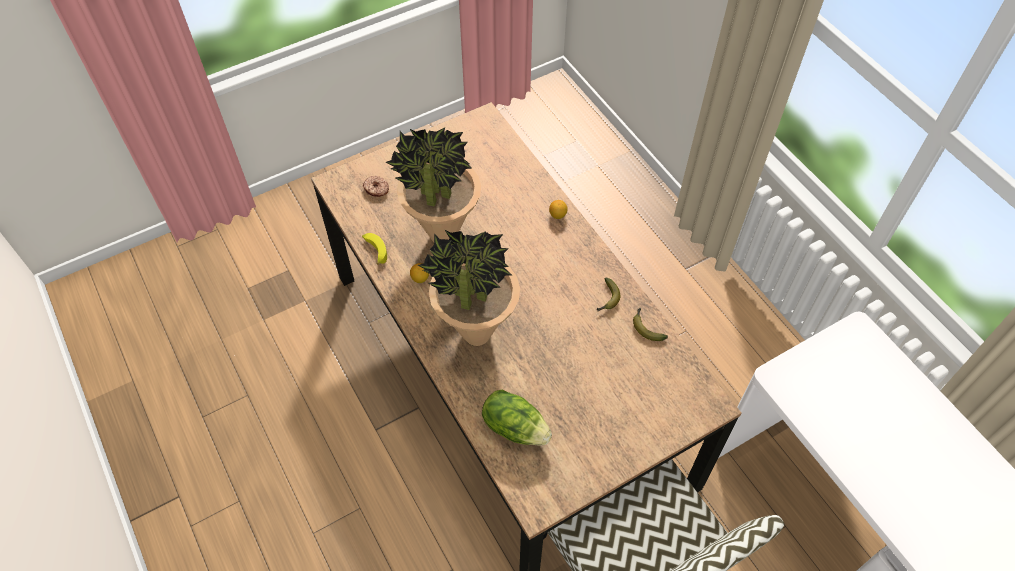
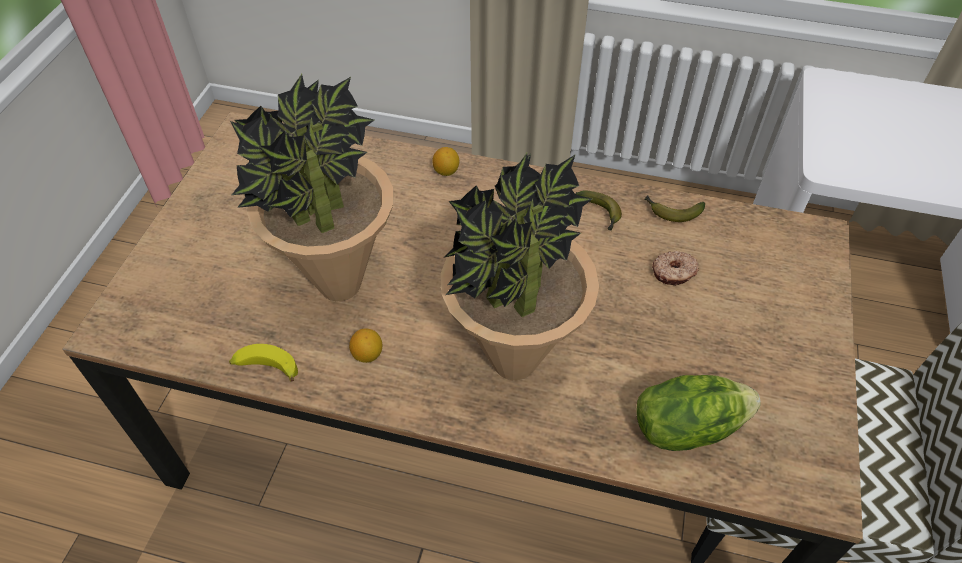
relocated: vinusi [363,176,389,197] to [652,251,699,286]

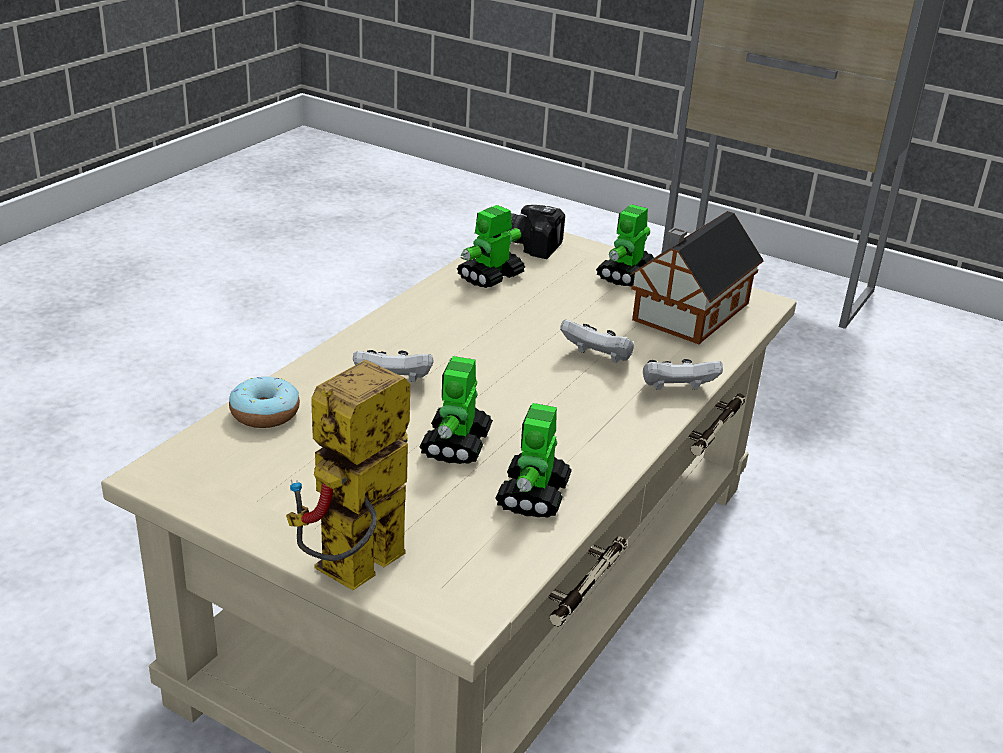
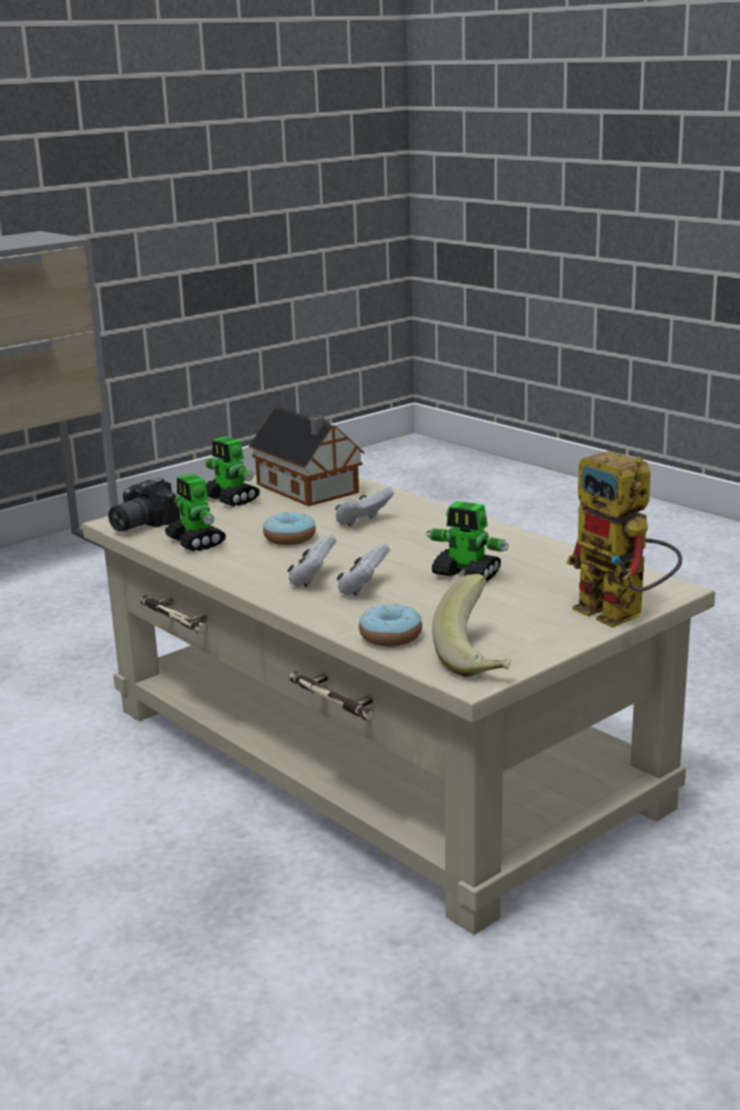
missing: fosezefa [495,403,572,517]
appeared: vinusi [263,512,316,545]; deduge [432,574,511,677]
relocated: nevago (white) [643,359,723,390] to [287,534,337,587]

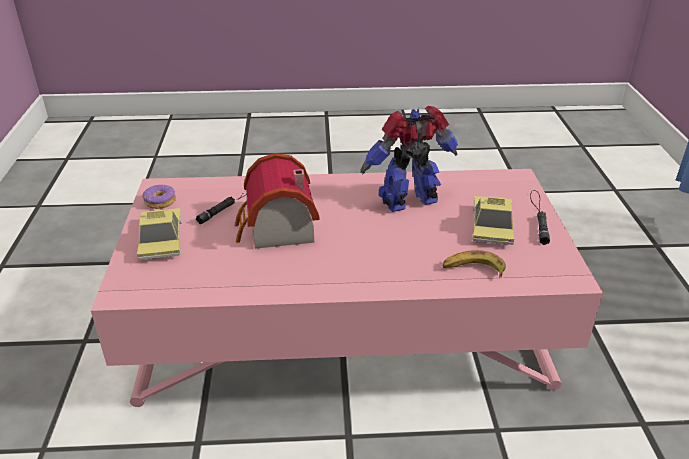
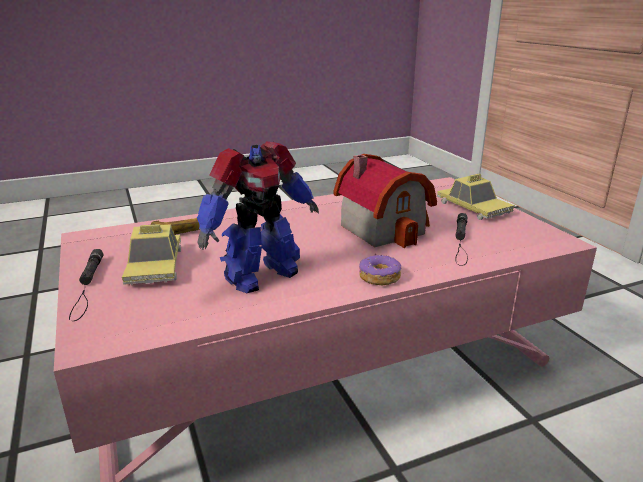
relocated: vinusi [142,185,176,209] to [359,254,402,285]

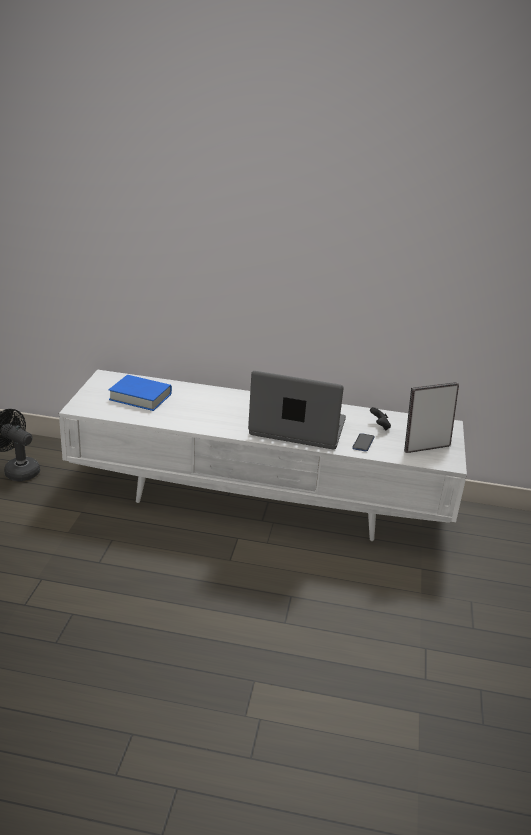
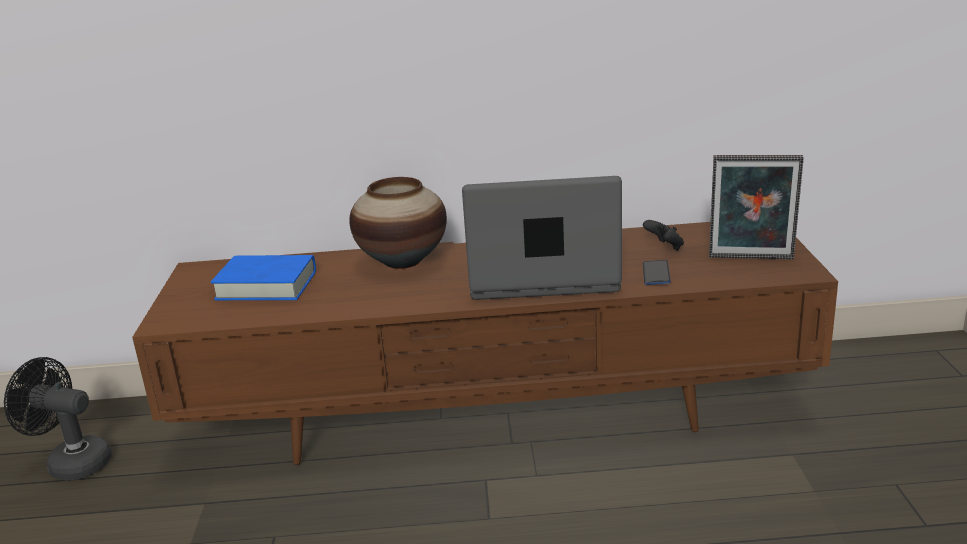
appeared: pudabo [349,177,447,269]
colour: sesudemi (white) [59,370,467,541] to sesudemi (brown) [132,222,838,465]
spun: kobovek [404,382,459,453] = [709,155,804,259] 135 degrees counterclockwise

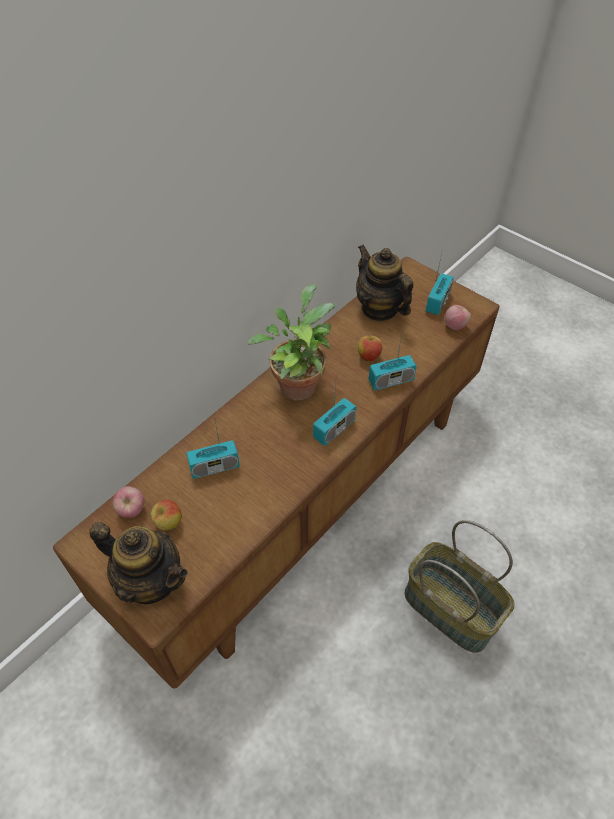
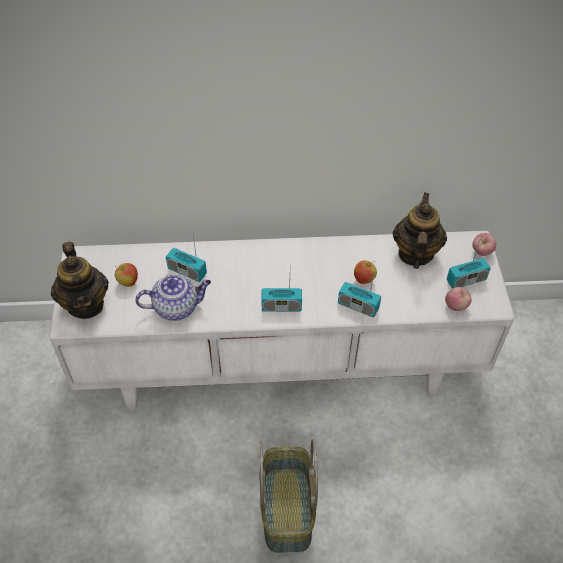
missing: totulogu [248,284,335,401]
appeared: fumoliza [135,274,211,321]
relocated: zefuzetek [113,486,145,518] to [472,233,496,256]
colour: sesudemi (brown) [53,257,500,688] to sesudemi (white) [49,231,515,410]

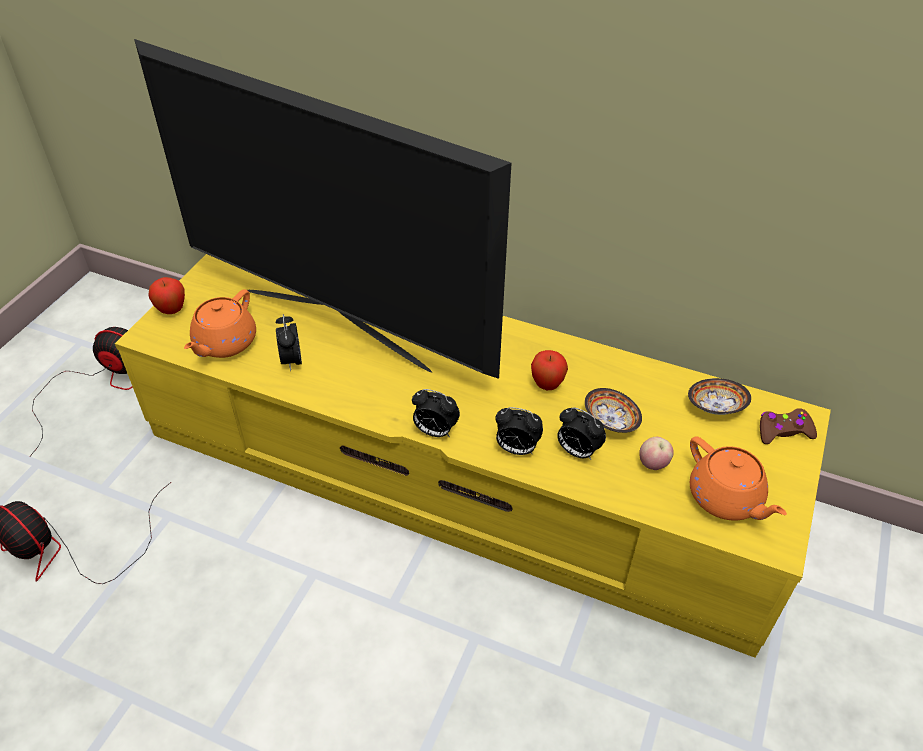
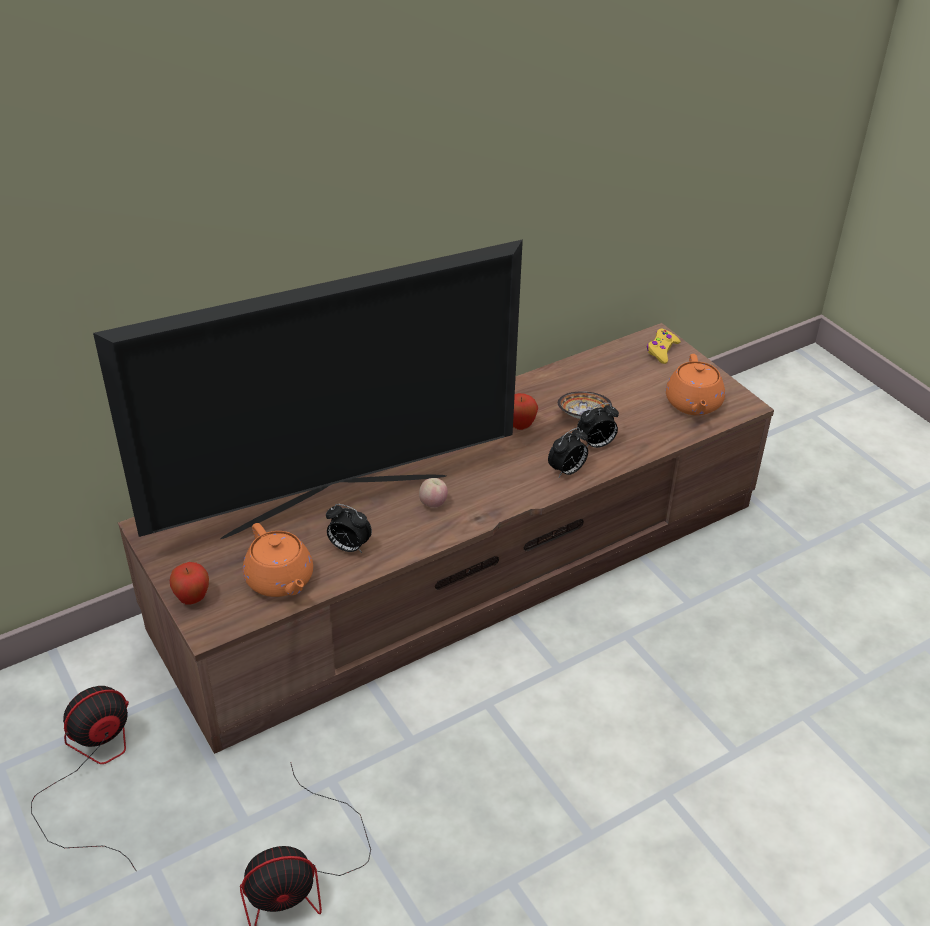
missing: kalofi [688,378,751,415]; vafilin [412,389,460,437]
relocated: zefuzetek [639,437,674,470] to [419,478,448,508]
colour: sesudemi (yellow) [115,254,831,658] to sesudemi (brown) [118,323,774,754]; nevago (brown) [760,408,817,444] to nevago (yellow) [647,329,681,364]
spun: fumoliza (orange) [690,436,787,521] = [666,354,725,415] 90 degrees clockwise

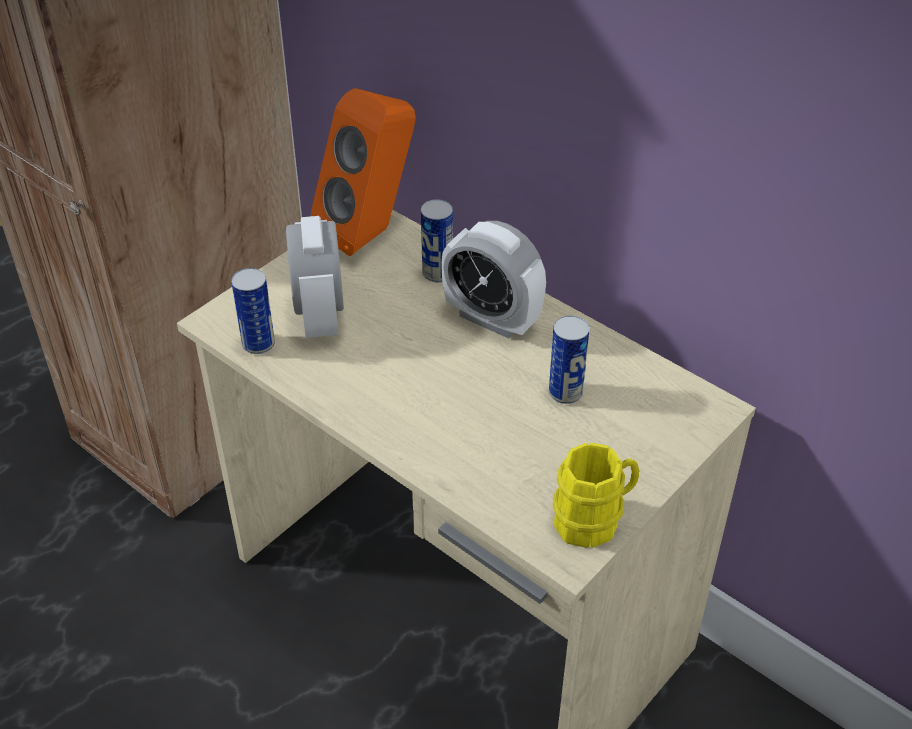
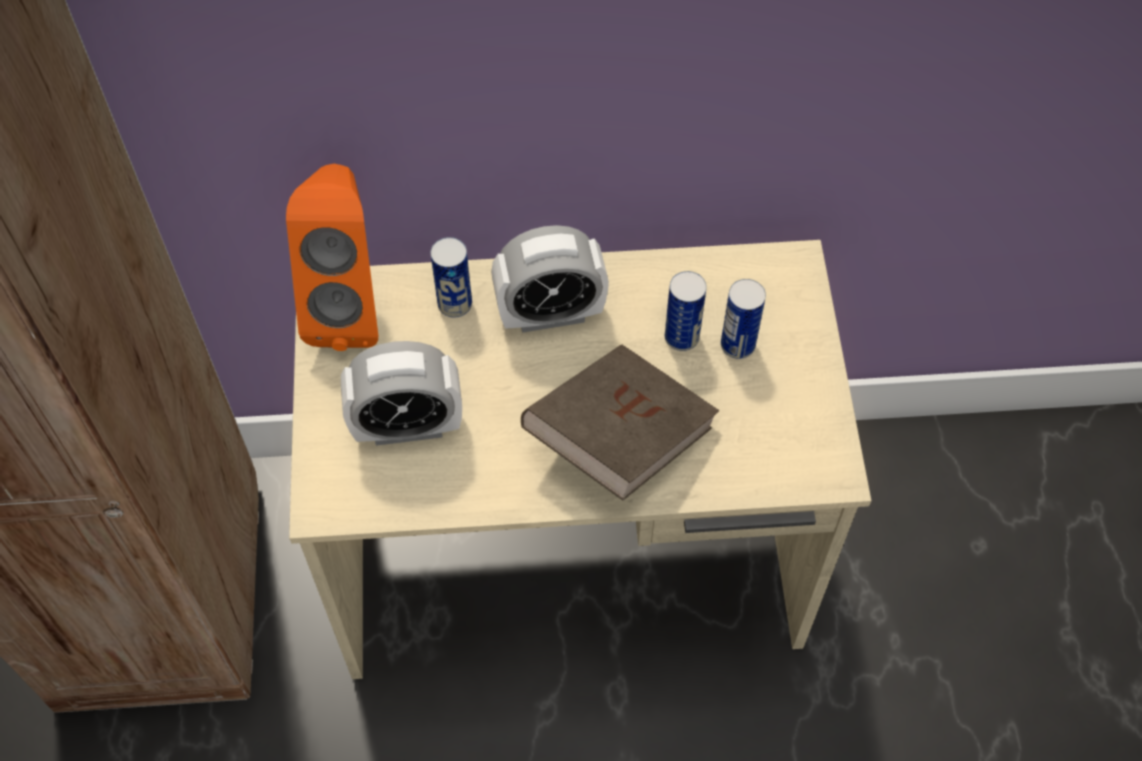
missing: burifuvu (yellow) [553,443,639,548]
appeared: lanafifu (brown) [521,345,719,501]
relocated: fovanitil [231,268,275,354] to [721,279,766,359]
spun: vafilin [286,216,344,338] = [341,341,462,446] 135 degrees clockwise

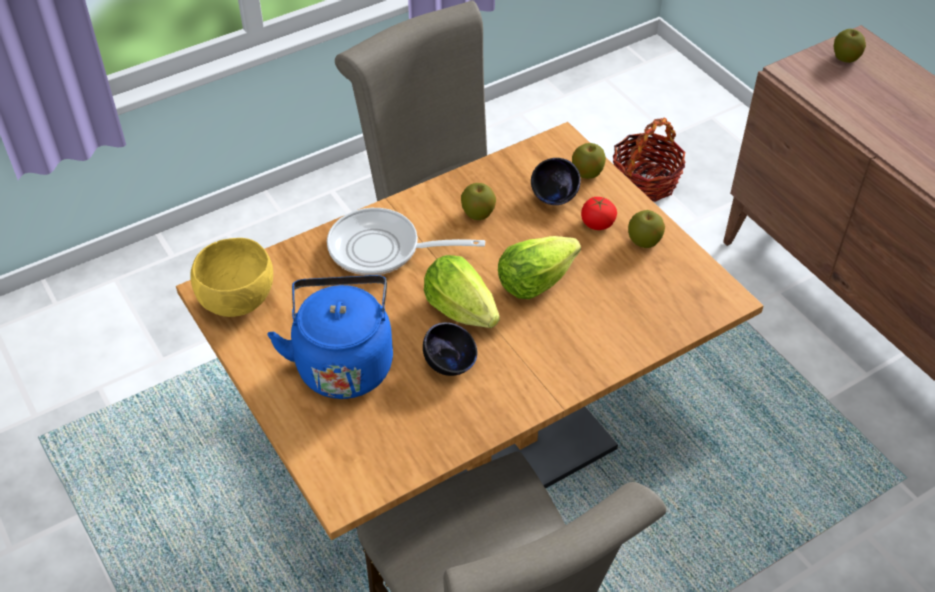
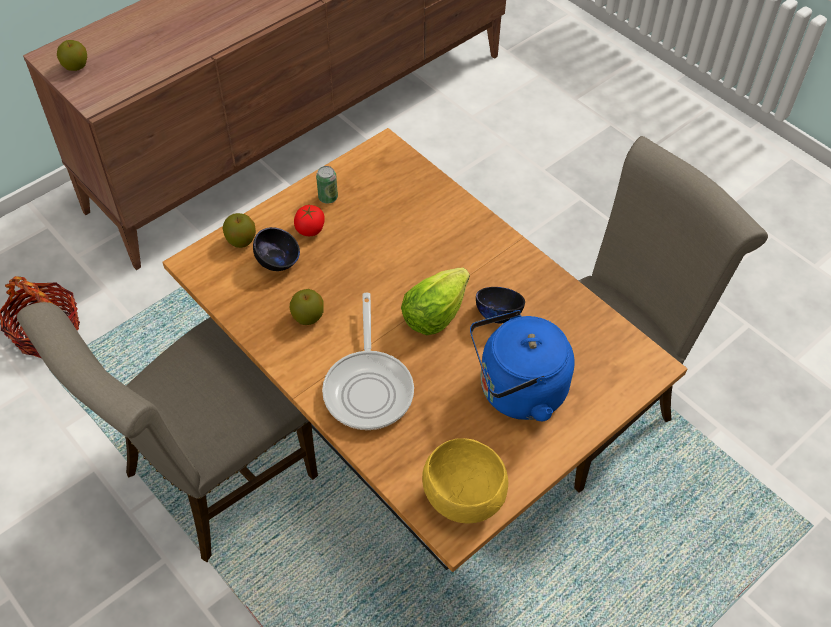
missing: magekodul [498,236,581,299]
exchanged: zefuzetek [628,210,665,248] to fovanitil [316,166,338,204]

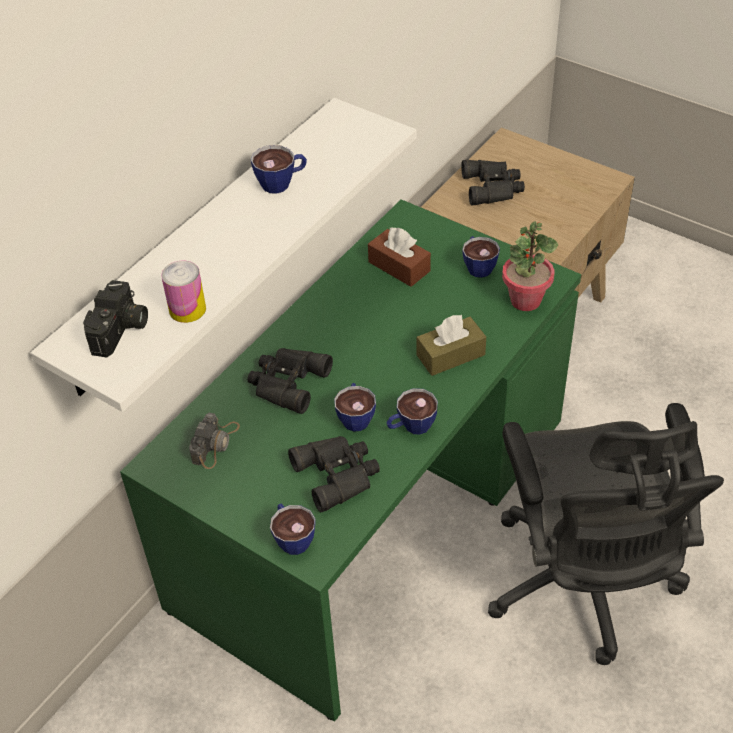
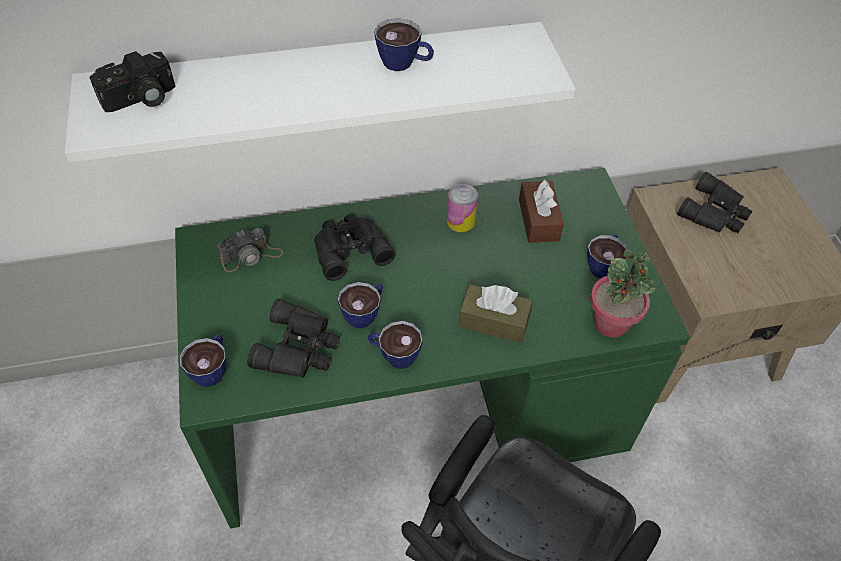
relocated: fovanitil [161,261,206,323] to [447,184,478,232]

